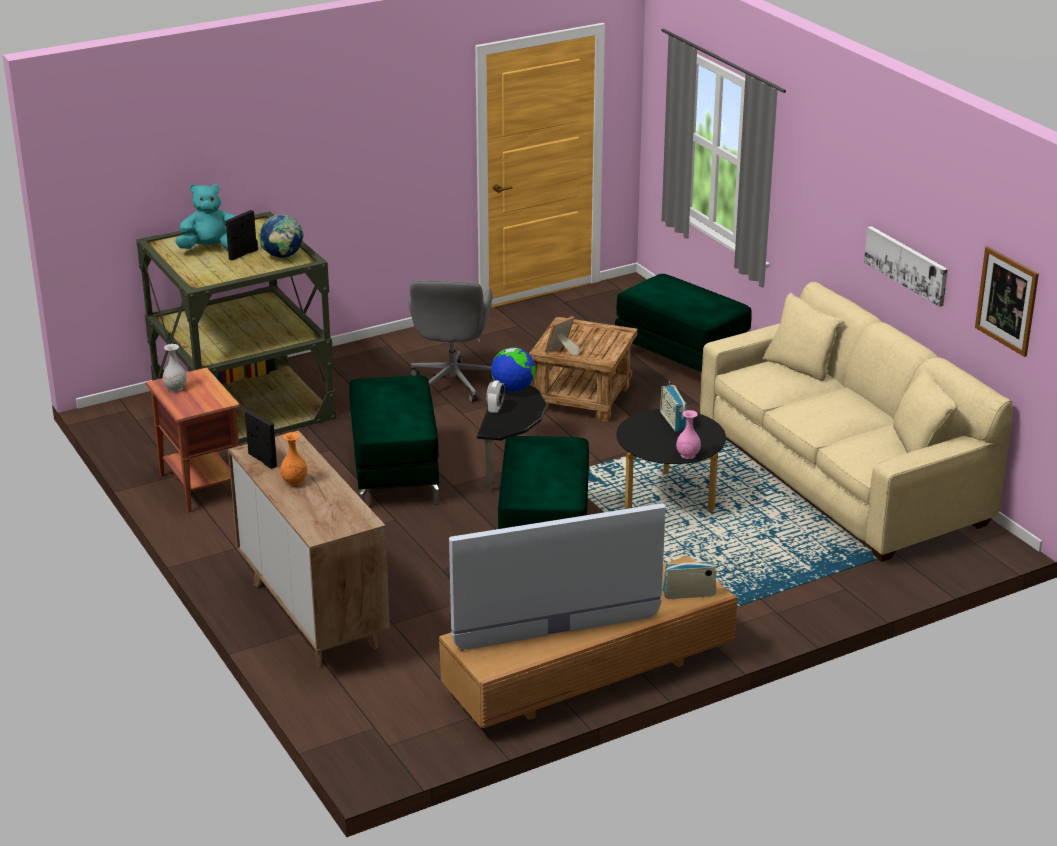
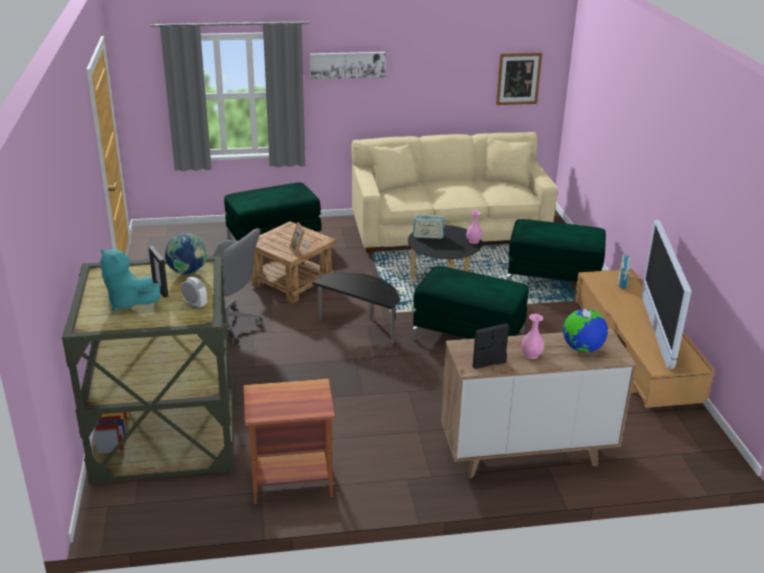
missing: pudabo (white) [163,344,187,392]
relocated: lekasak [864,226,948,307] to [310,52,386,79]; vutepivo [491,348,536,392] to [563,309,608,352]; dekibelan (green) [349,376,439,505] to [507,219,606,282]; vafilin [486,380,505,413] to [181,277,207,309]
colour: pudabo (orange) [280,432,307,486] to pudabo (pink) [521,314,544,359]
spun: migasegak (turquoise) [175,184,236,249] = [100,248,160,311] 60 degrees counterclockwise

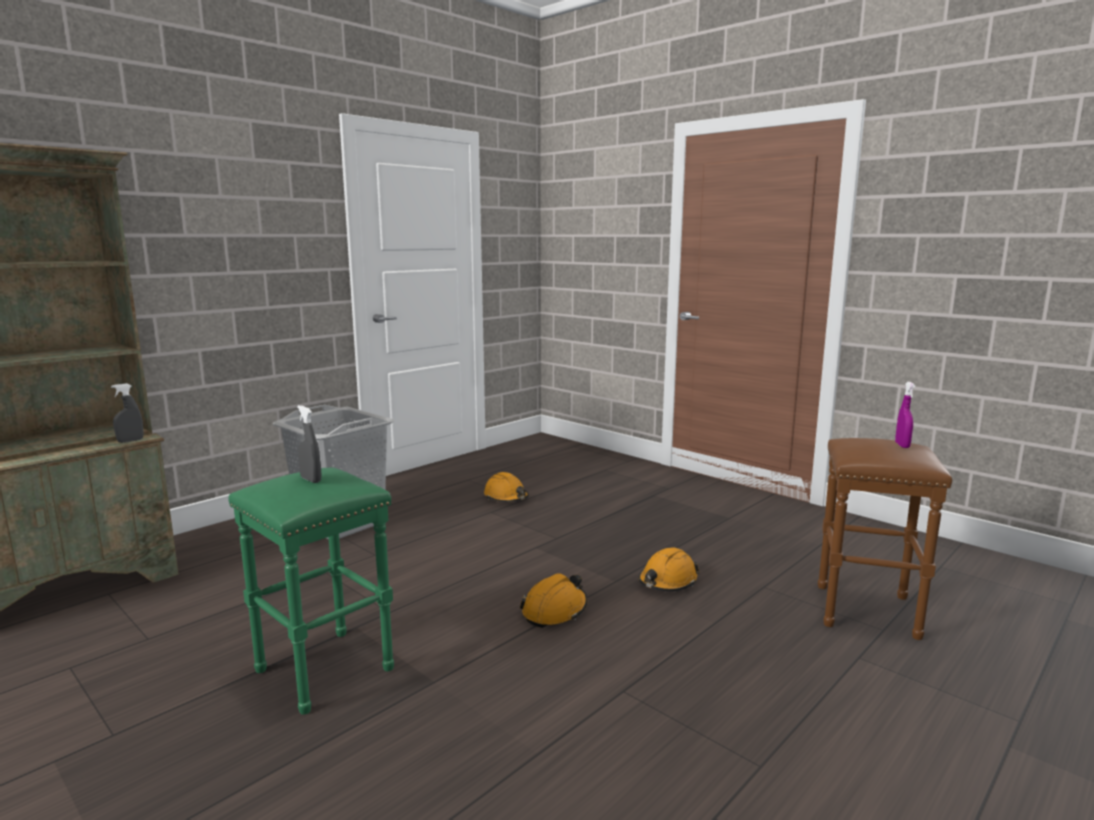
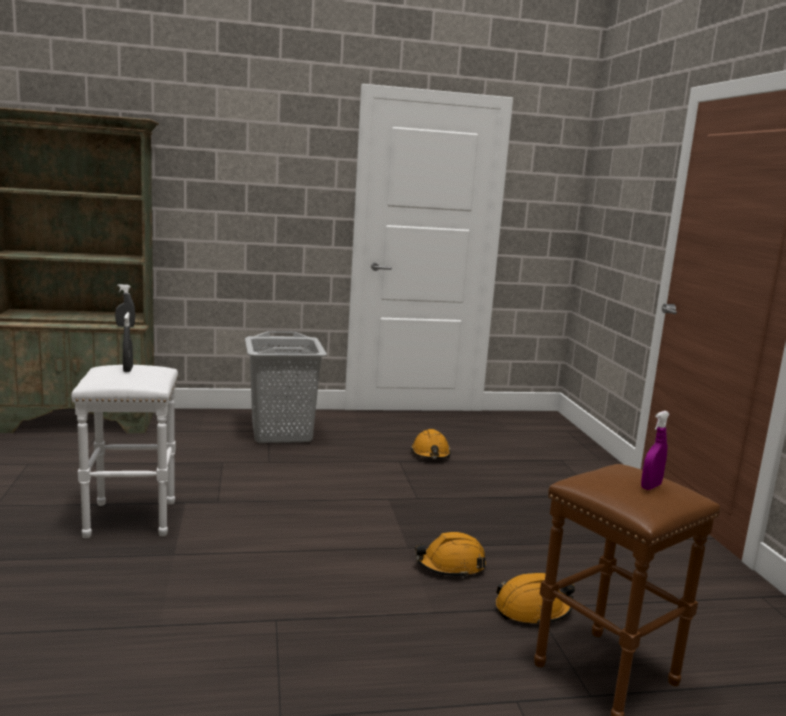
relocated: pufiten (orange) [520,573,587,628] to [496,573,575,624]
colour: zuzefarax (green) [228,468,394,715] to zuzefarax (white) [71,365,178,538]

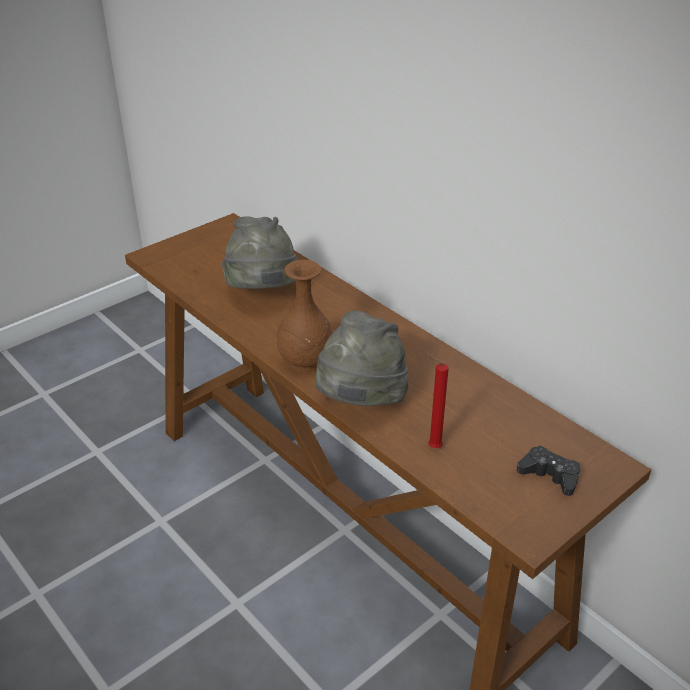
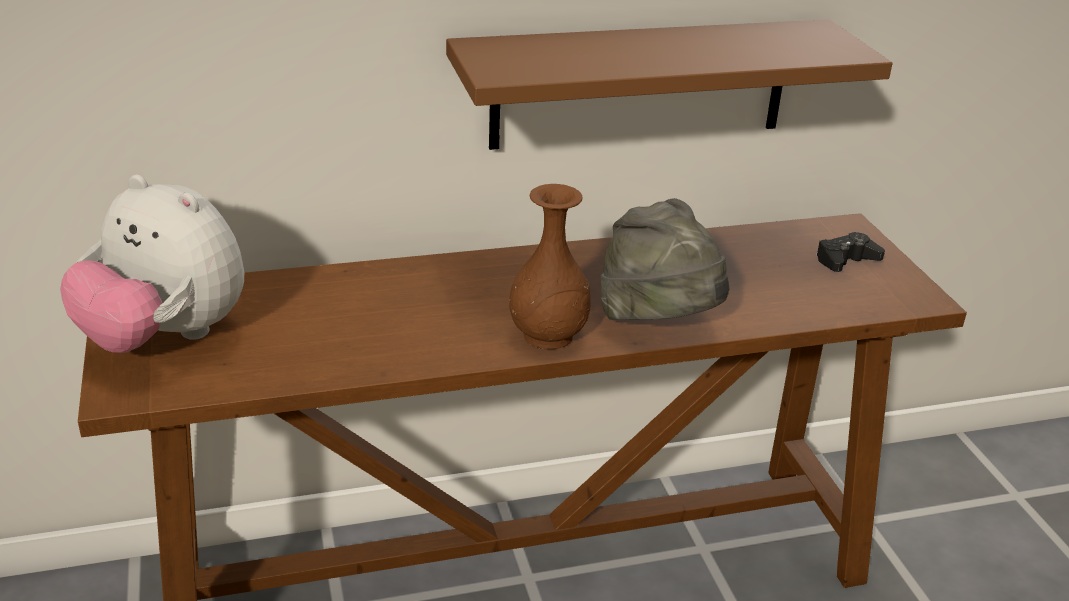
missing: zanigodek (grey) [222,217,299,289]; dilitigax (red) [428,357,449,448]
appeared: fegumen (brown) [446,19,893,150]; migasegak [60,175,244,353]

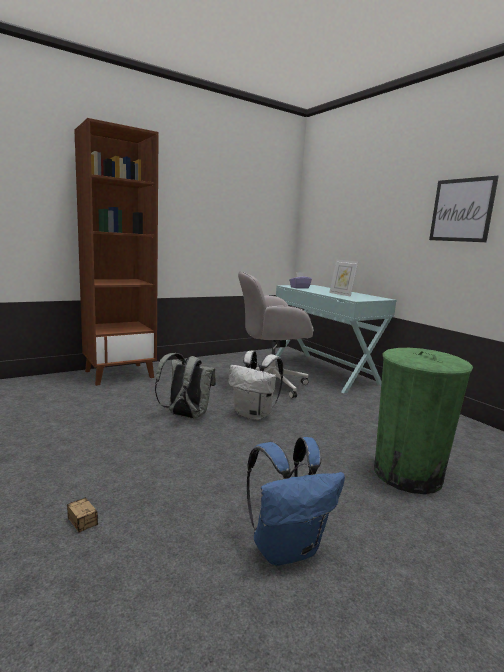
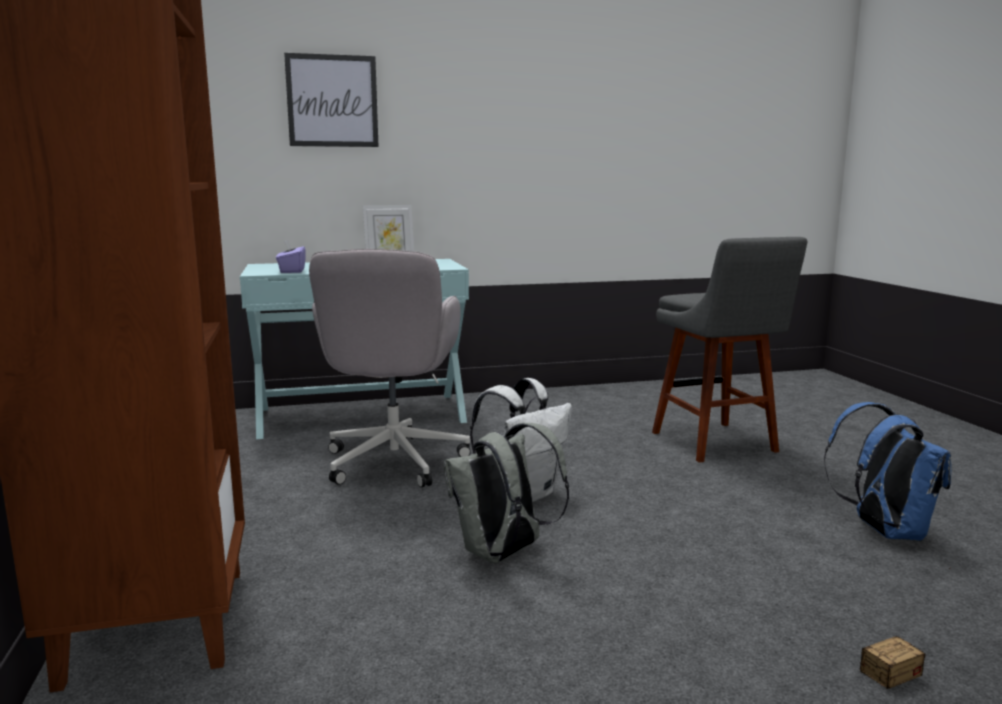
relocated: lekasak [429,176,499,242] to [284,53,379,147]
exchanged: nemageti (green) [374,348,473,494] to zuzefarax (grey) [652,237,807,463]

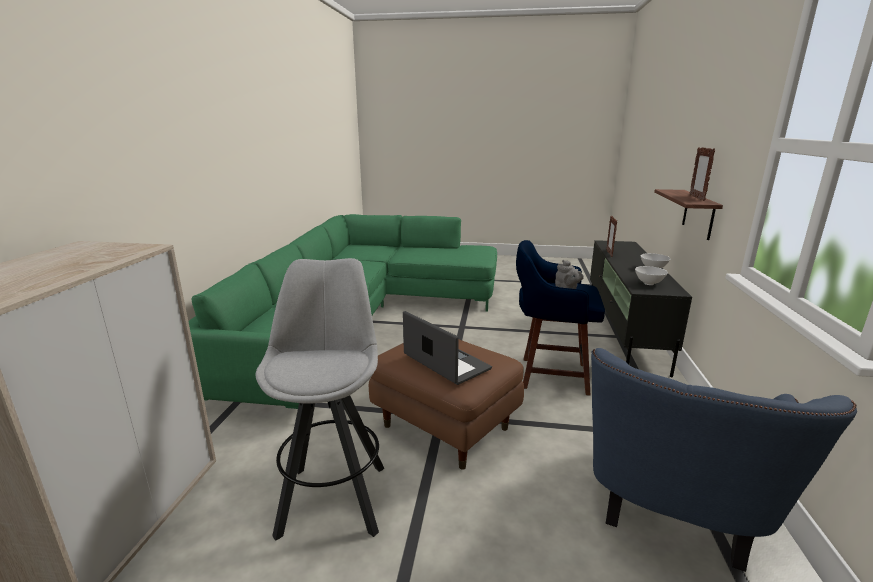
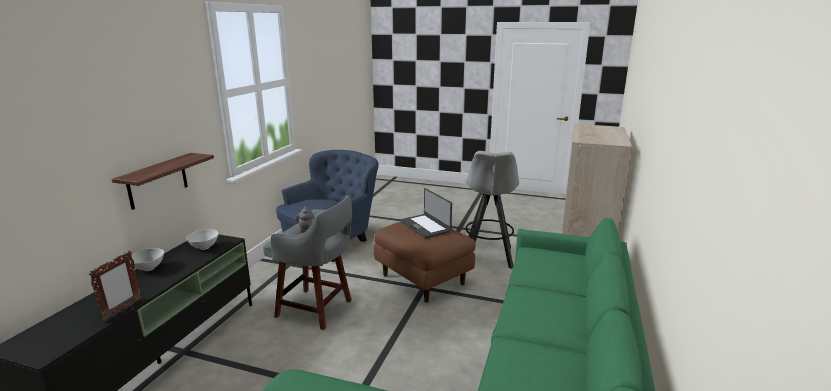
missing: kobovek [690,147,715,201]
colour: zuzefarax (blue) [516,240,605,395] to zuzefarax (grey) [263,195,352,330]

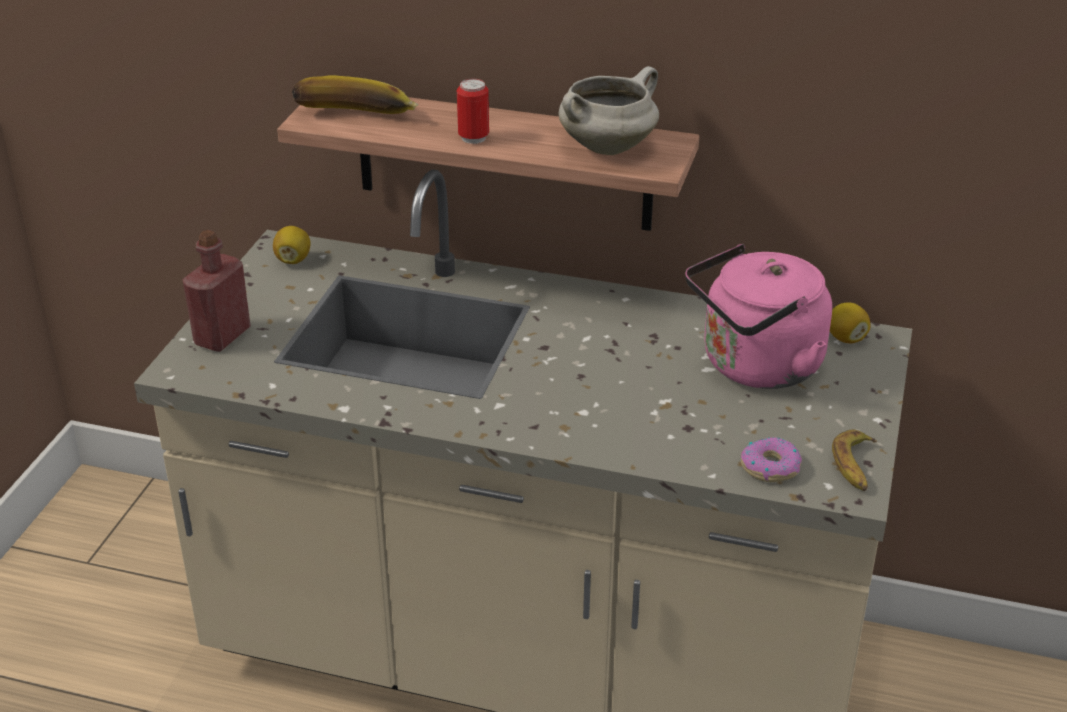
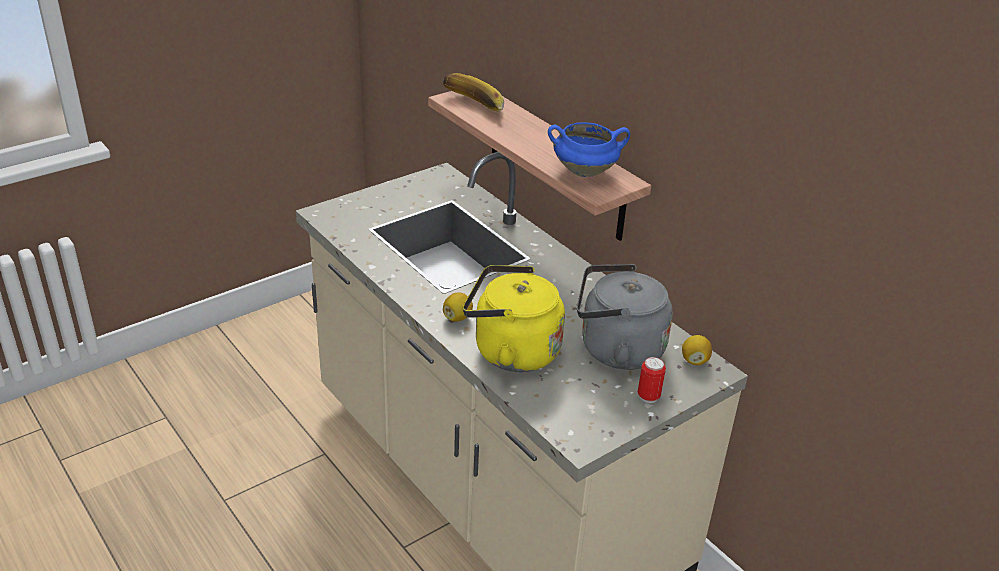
missing: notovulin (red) [183,230,251,352]; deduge [832,430,877,491]; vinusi [741,437,802,482]
appeared: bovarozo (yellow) [463,265,565,372]
relocated: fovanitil [457,79,489,144] to [638,357,666,403]; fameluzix [273,226,311,264] to [443,292,473,322]
colour: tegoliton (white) [559,66,659,155] to tegoliton (blue) [548,122,630,177]; bovarozo (pink) [685,244,832,389] to bovarozo (grey) [577,264,673,370]

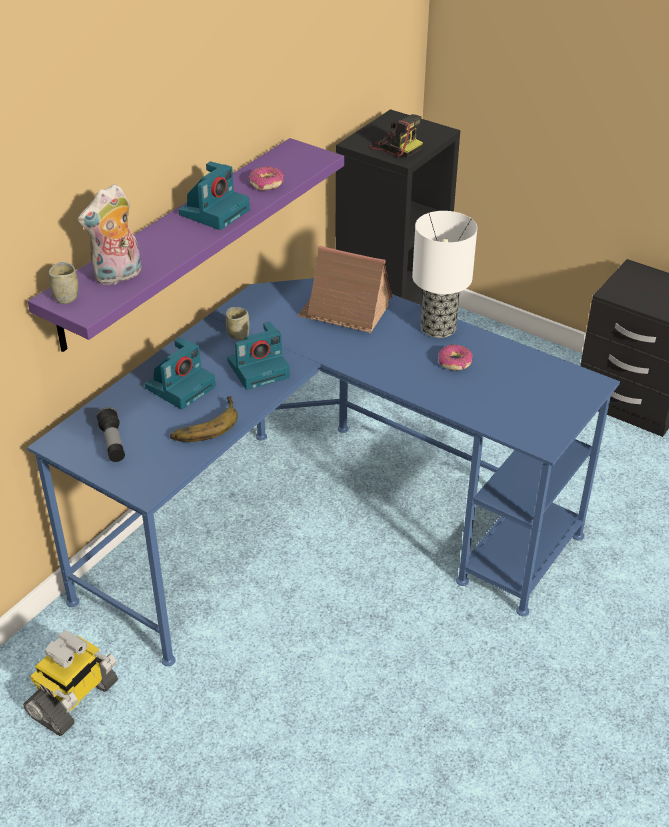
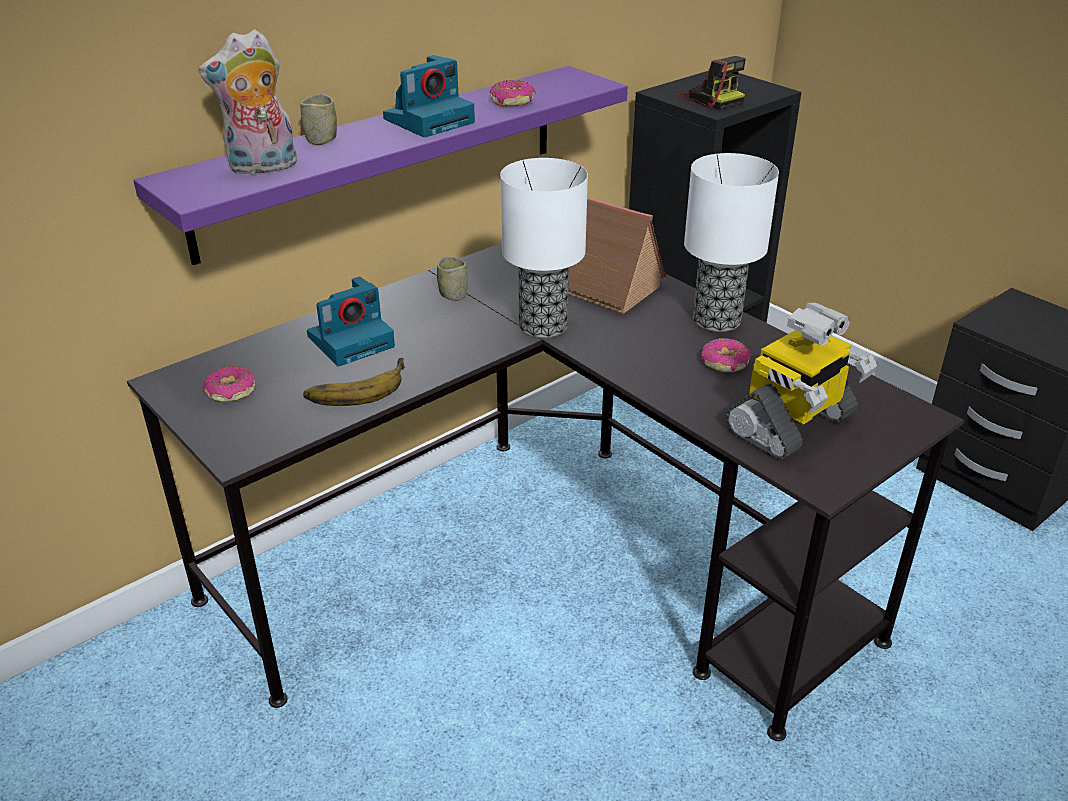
missing: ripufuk [227,322,290,390]
appeared: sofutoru [500,158,588,338]
relocated: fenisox [49,262,78,304] to [301,94,337,145]; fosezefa [23,630,118,736] to [725,302,877,460]
exchanged: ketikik [97,407,125,462] to vinusi [202,366,255,402]
colour: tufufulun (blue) [27,278,620,666] to tufufulun (black) [127,245,964,741]

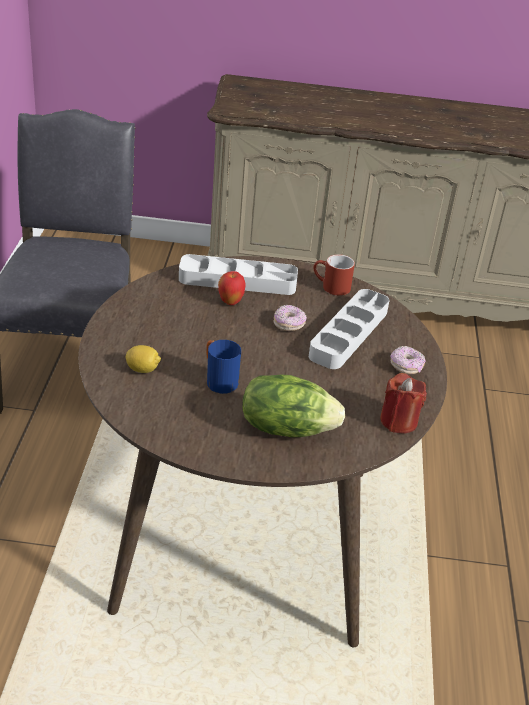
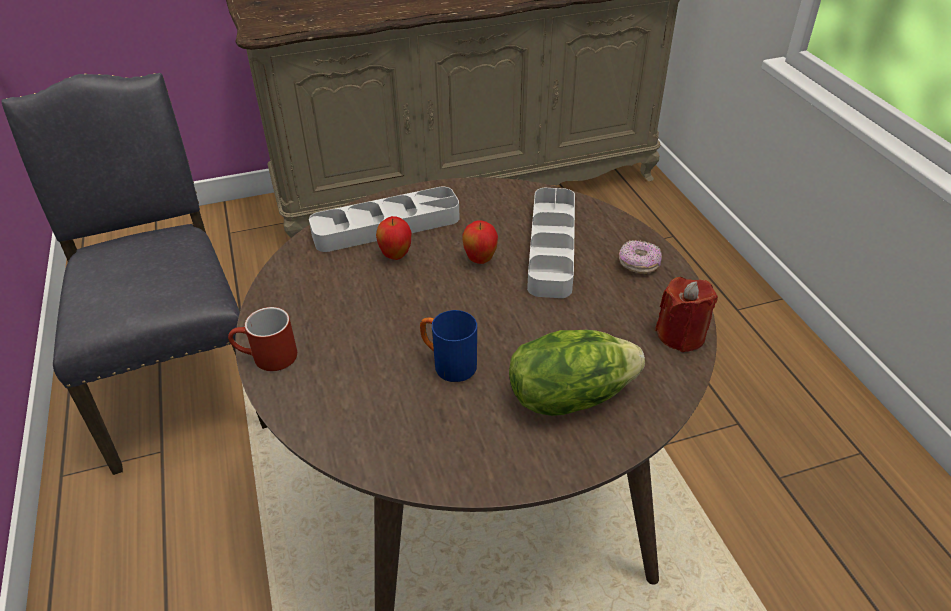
missing: fameluzix [126,345,161,373]
relocated: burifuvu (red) [313,254,355,296] to [228,307,297,371]
exchanged: vinusi [273,305,307,331] to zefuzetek [462,220,498,264]

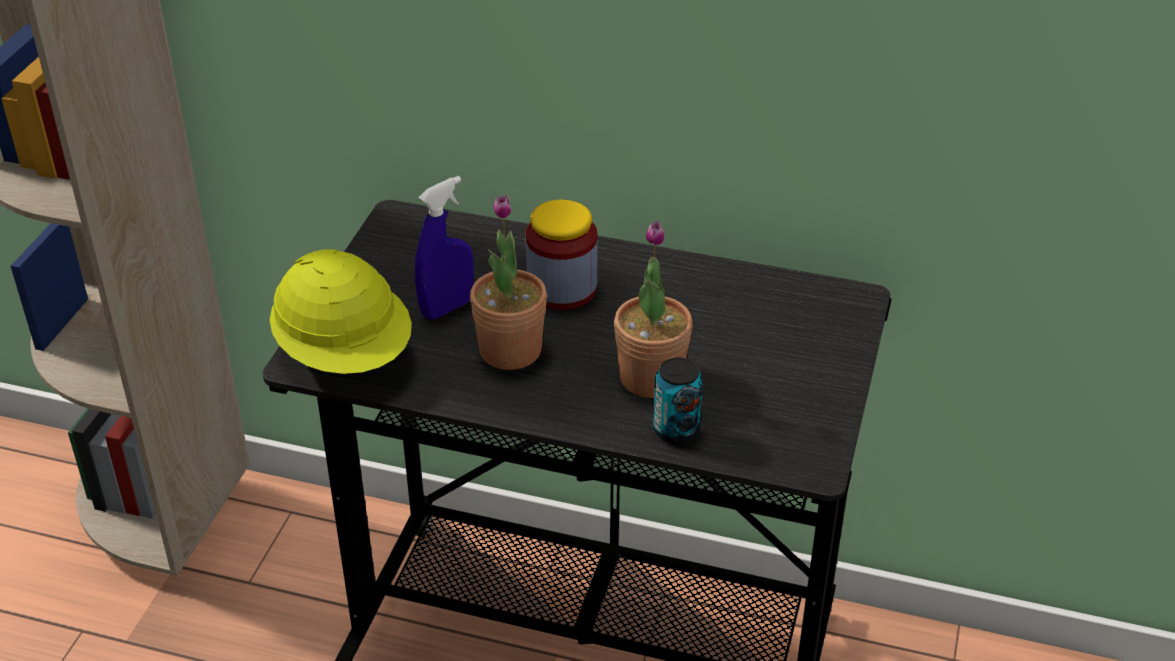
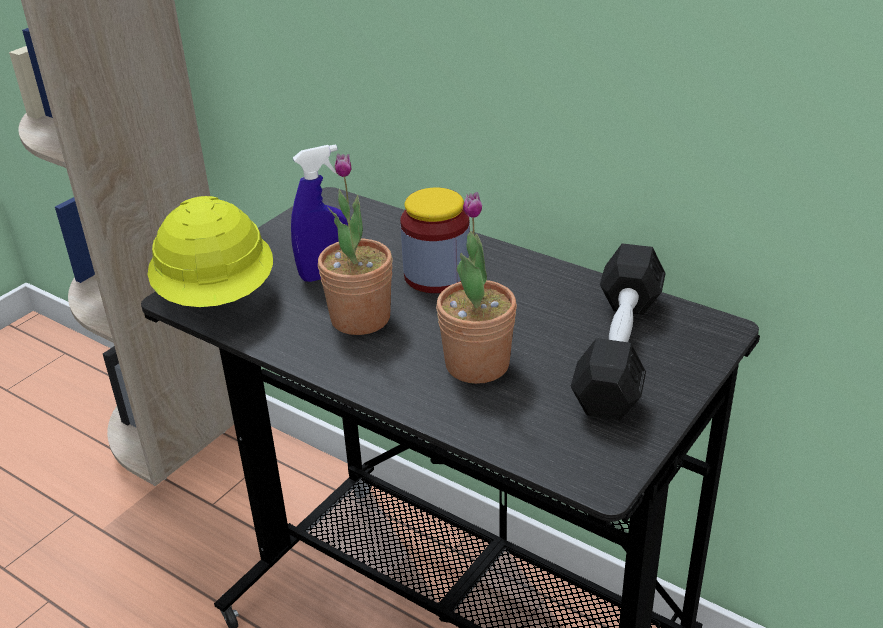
missing: fovanitil [653,358,703,444]
appeared: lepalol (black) [571,243,666,420]

